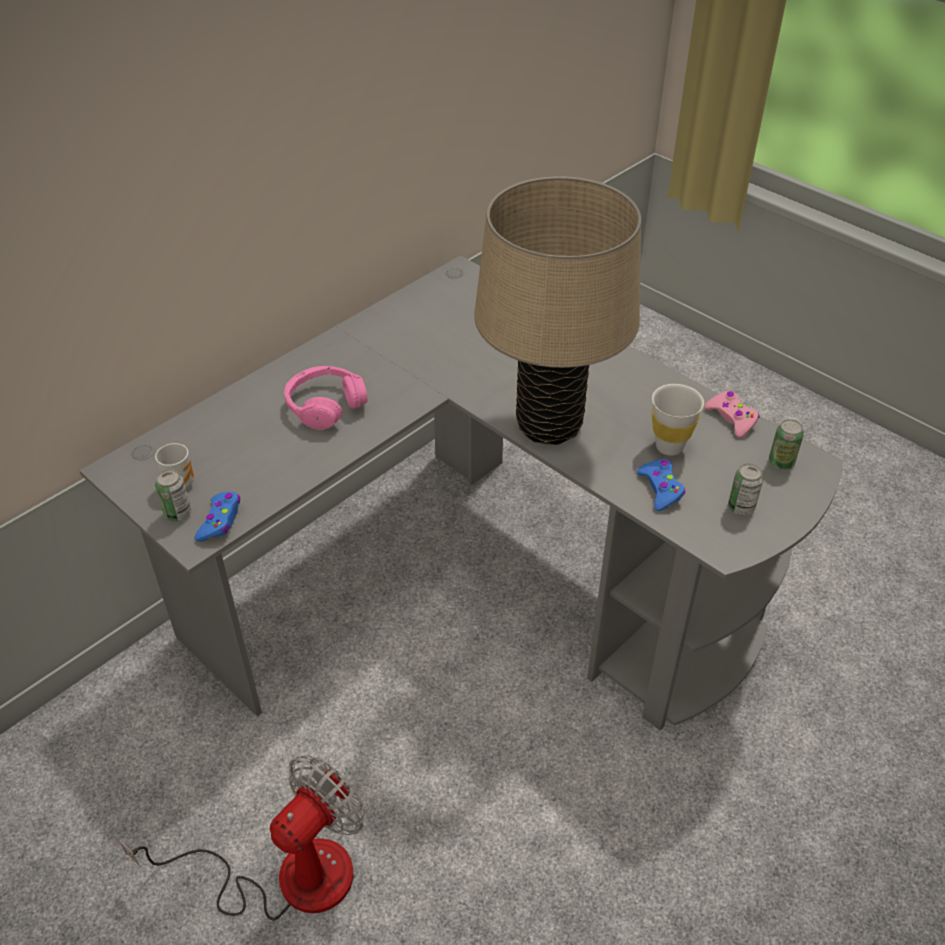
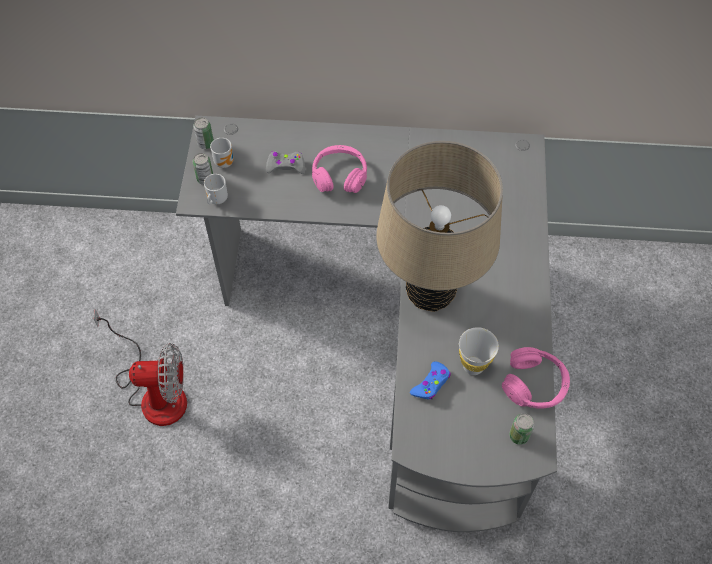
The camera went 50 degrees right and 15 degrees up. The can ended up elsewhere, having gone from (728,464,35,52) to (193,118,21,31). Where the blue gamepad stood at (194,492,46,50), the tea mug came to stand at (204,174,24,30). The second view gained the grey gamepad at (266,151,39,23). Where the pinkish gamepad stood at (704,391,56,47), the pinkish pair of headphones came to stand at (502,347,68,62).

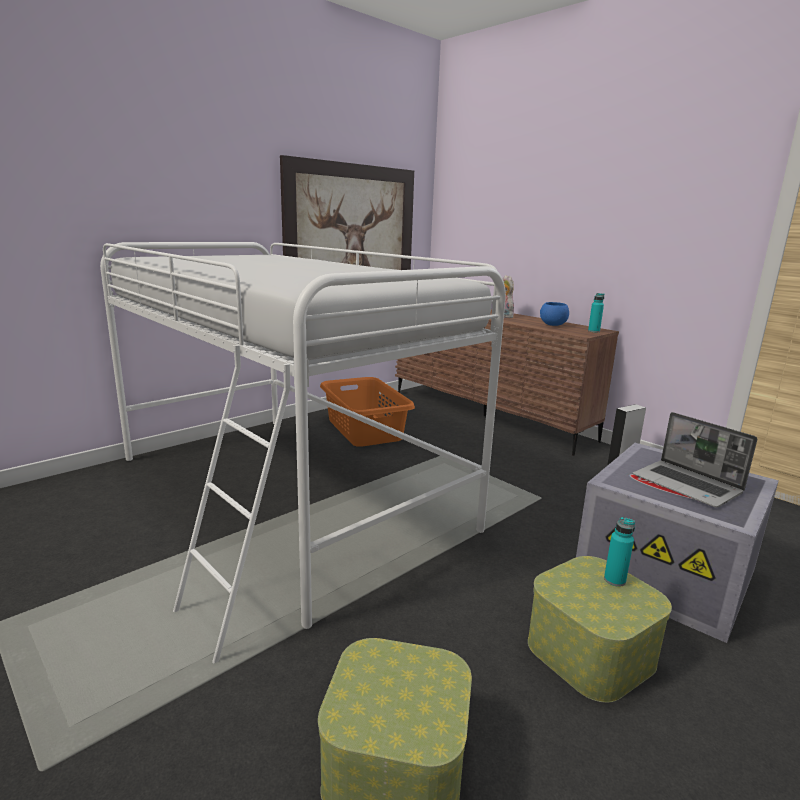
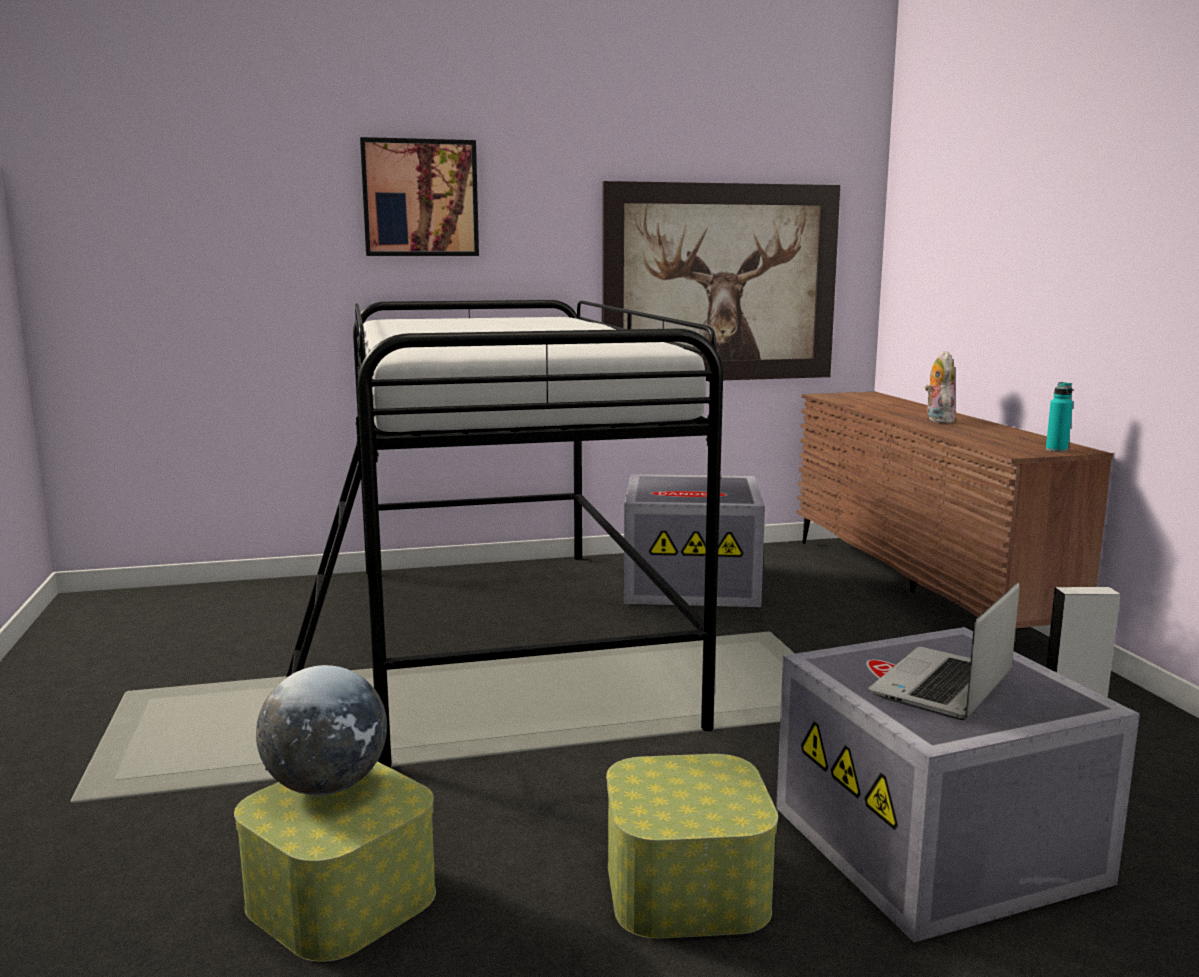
The camera went 30 degrees right and 5 degrees down. The second view gained the globe at (256,665,131,130). What was the whitish bed at (100,242,406,421) turned into the black-coloured bed at (265,300,458,470). The second view gained the picture at (360,137,119,119). Where the orange-coloured washing basket stood at (320,377,95,70), the grey storage box came to stand at (624,474,141,133). The notebook computer at (633,412,124,95) ended up facing another way, 45 degrees clockwise from before. The second view lost the blue serving bowl at (540,302,29,24). The second view lost the blue-green beverage bottle at (604,517,31,70).

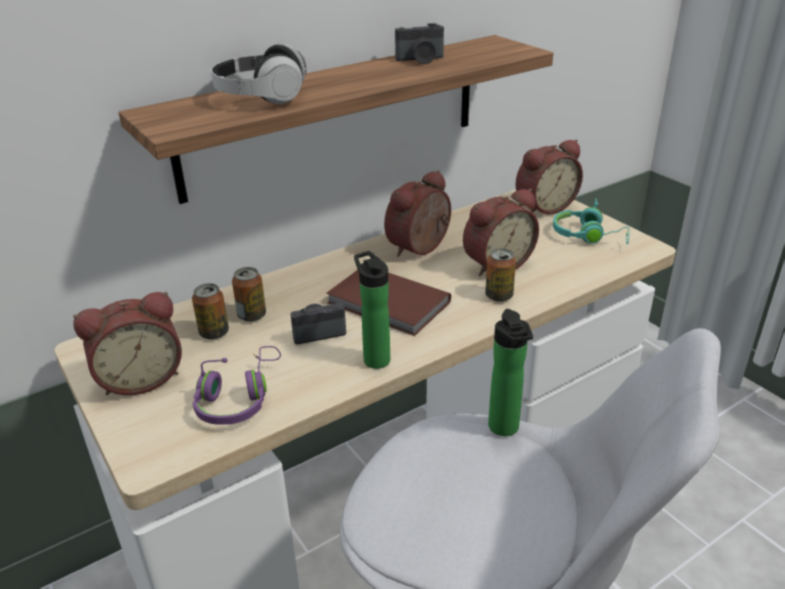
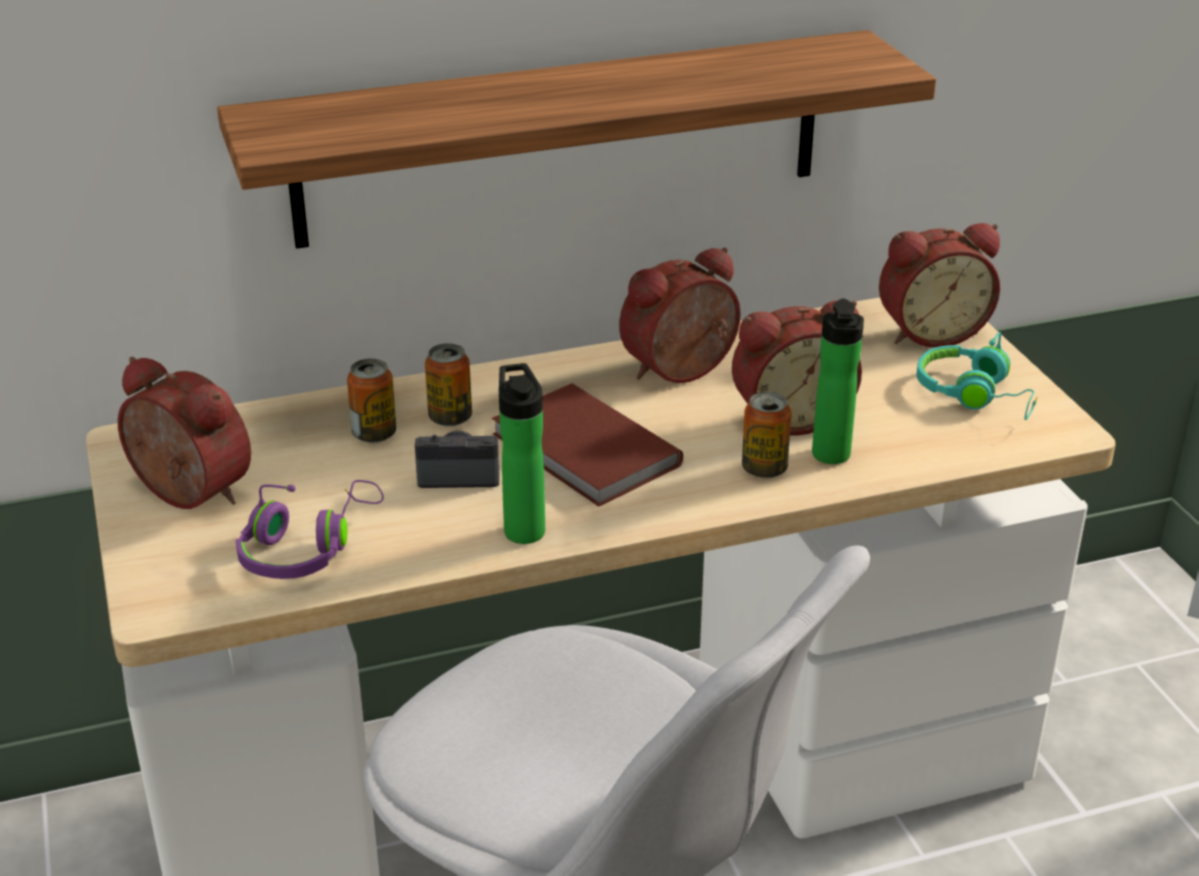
The camera went 15 degrees right and 0 degrees up. The table clock at (73,292,109,103) ended up facing another way, 135 degrees counterclockwise from before. The can ended up elsewhere, having gone from (192,283,37,57) to (425,343,47,84). The beverage bottle ended up elsewhere, having gone from (488,309,45,127) to (812,298,52,166). The second view lost the pair of headphones at (211,44,96,60). The second view lost the still camera at (395,23,49,41).

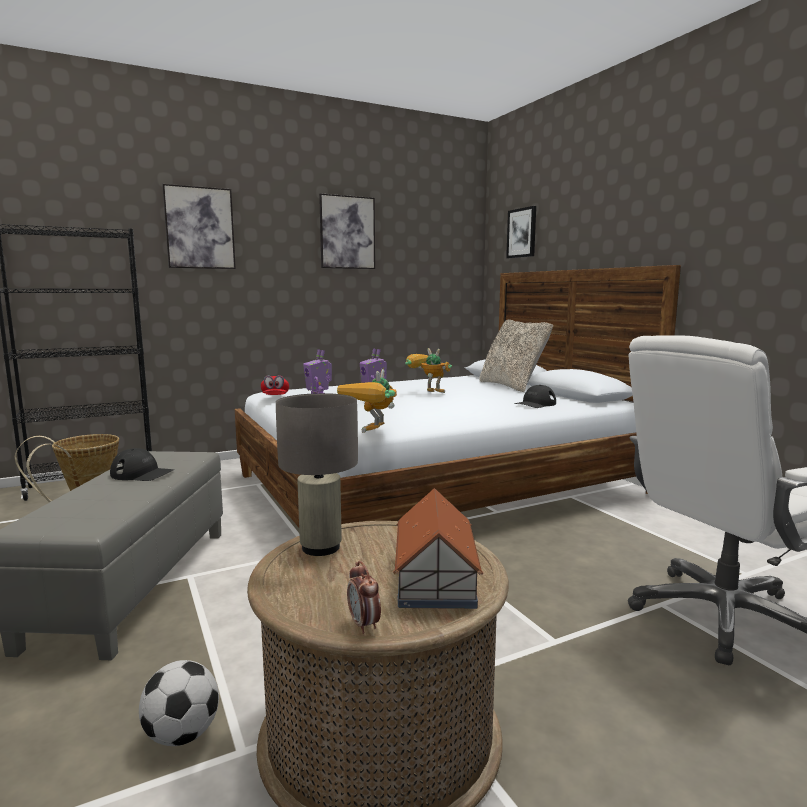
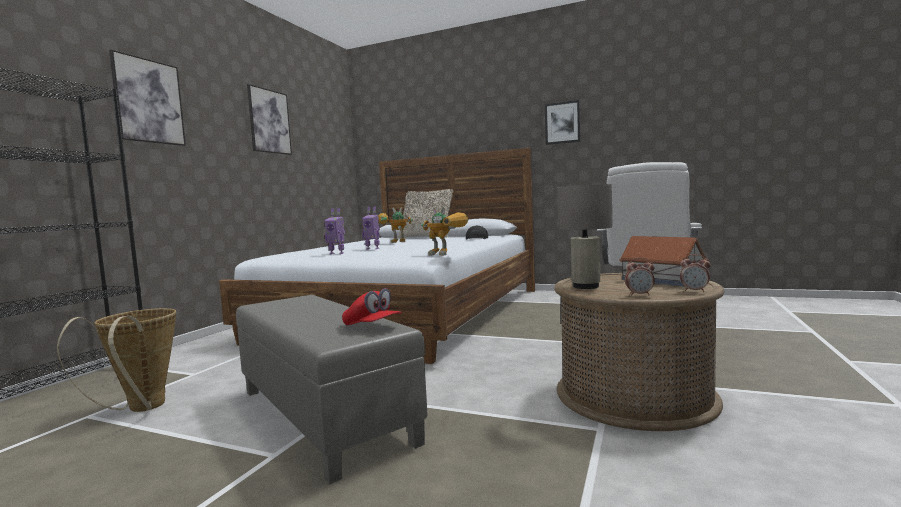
The camera went 40 degrees left and 5 degrees down. The red-coloured cap ended up elsewhere, having gone from (261,375,28,20) to (342,288,60,37). The model robot at (337,369,60,64) ended up facing another way, 45 degrees counterclockwise from before. The picture ended up elsewhere, having gone from (506,206,30,52) to (545,100,36,45). The second view gained the table clock at (625,257,30,39). The second view lost the black-coloured cap at (110,448,64,33). The second view lost the football at (139,660,80,86).

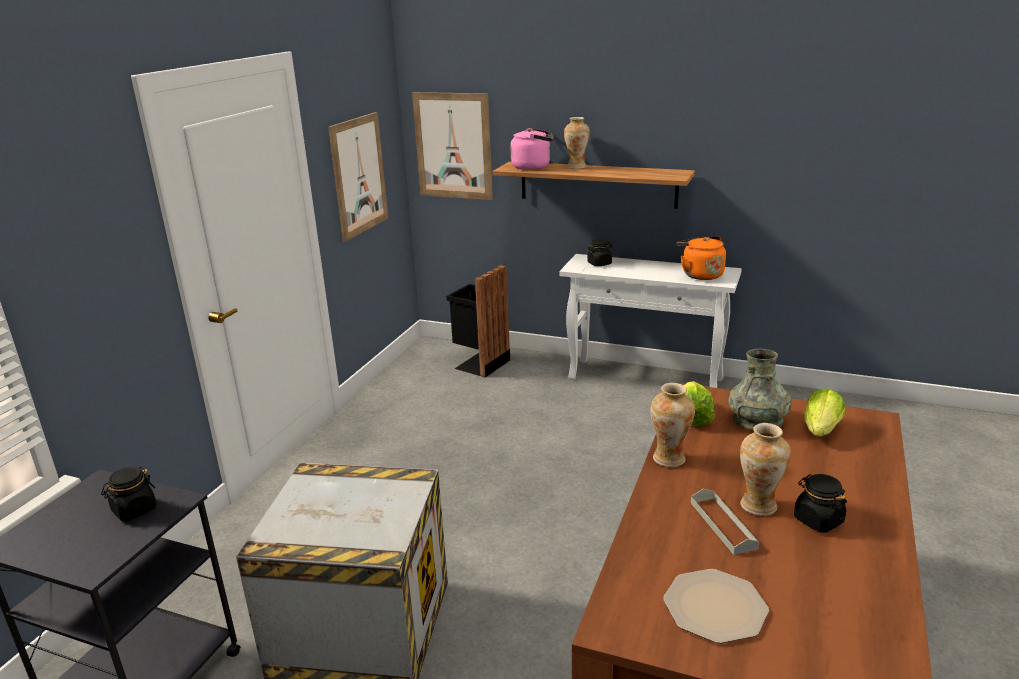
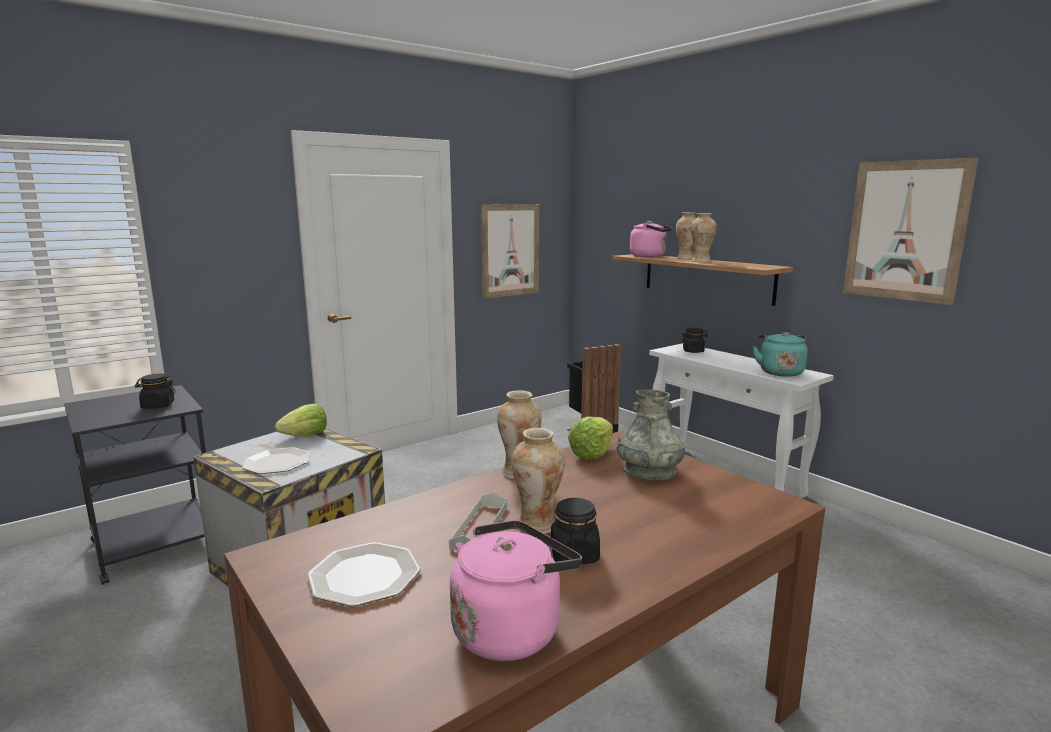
The camera went 30 degrees right and 10 degrees down. The second view gained the plate at (242,447,68,27). The lettuce ended up elsewhere, having gone from (804,388,41,49) to (275,404,52,32). The second view gained the pinkish kettle at (450,520,132,141). The second view gained the vase at (690,213,27,49). What was the orange-coloured kettle at (677,236,49,44) turned into the blue-green kettle at (752,332,56,45). The picture ended up elsewhere, having gone from (412,92,81,108) to (843,158,135,147).

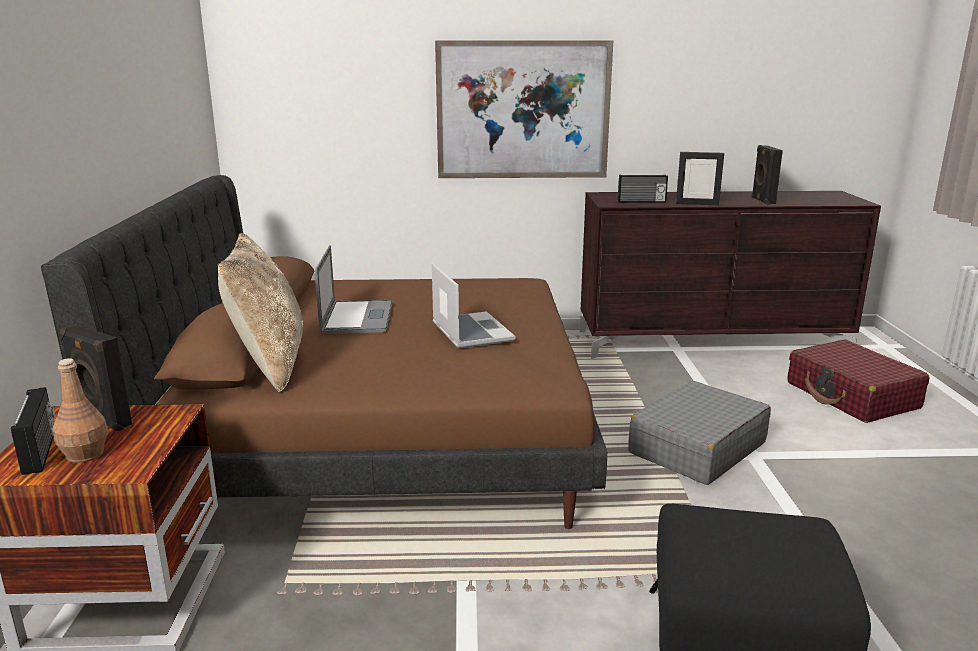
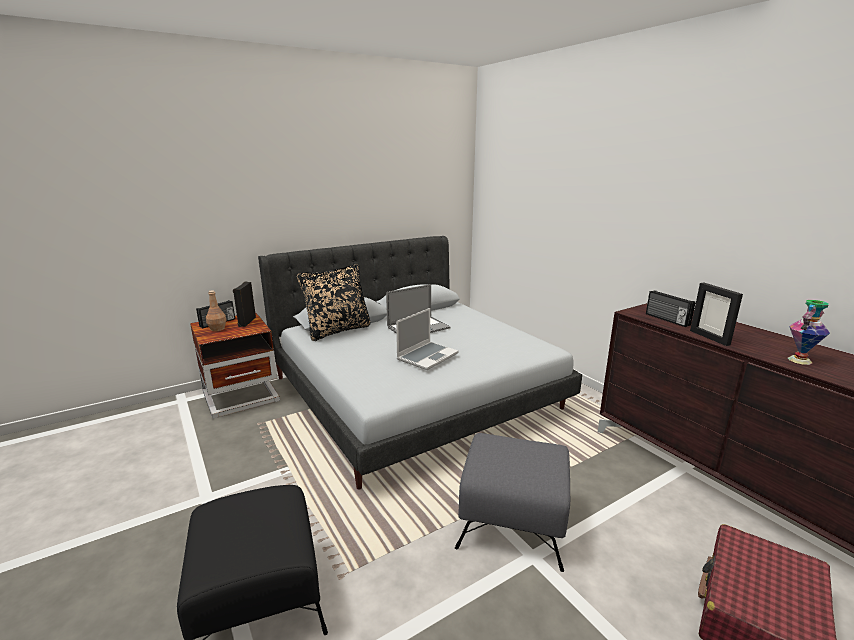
The camera went 60 degrees right and 0 degrees up. What was the brown bed at (41,175,566,354) turned into the grey bed at (258,236,324,253). What was the beige-coloured pillow at (218,233,85,159) turned into the black-coloured pillow at (296,264,74,77). Where the grey travel case stood at (628,381,143,104), the grey pouffe came to stand at (455,433,115,139). Where the black-coloured speaker stood at (752,145,31,60), the vase came to stand at (788,300,42,65). The second view lost the picture at (435,40,178,138).

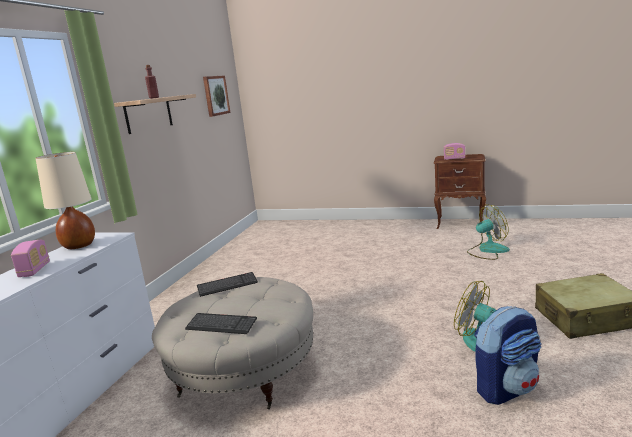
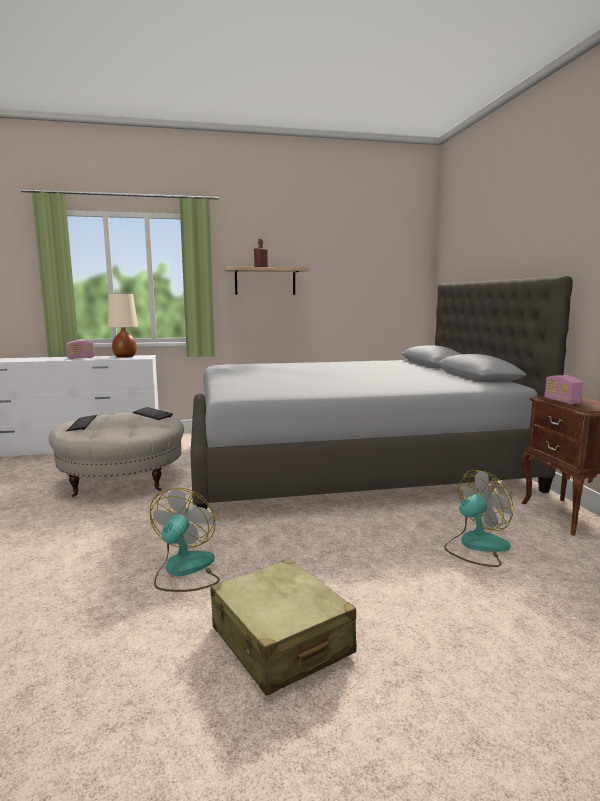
The camera went 60 degrees right and 5 degrees down. The second view gained the grey bed at (190,276,383,233). The fan at (467,205,43,55) ended up facing another way, 75 degrees counterclockwise from before. The second view lost the picture at (203,75,27,42). The second view lost the backpack at (474,306,67,99).

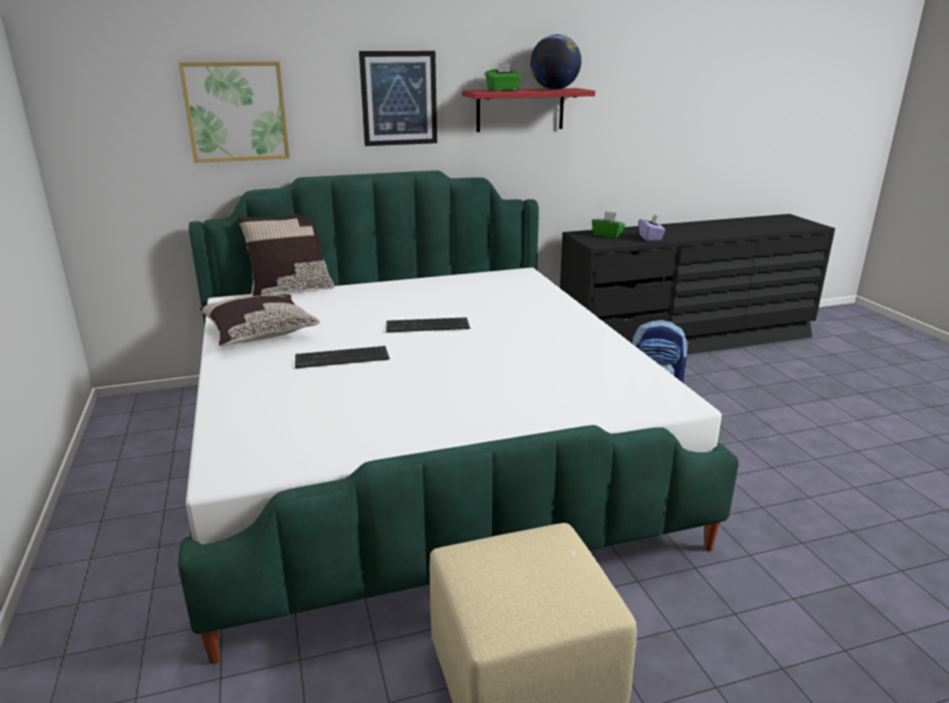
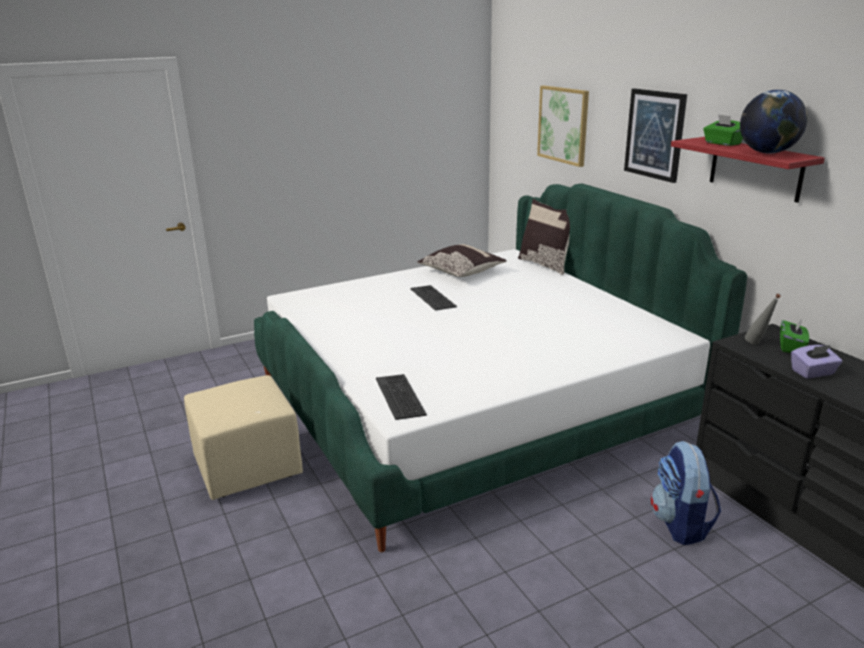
The camera went 80 degrees right and 0 degrees up. The keyboard ended up elsewhere, having gone from (386,317,84,16) to (376,374,51,46). The second view gained the grey beverage bottle at (745,294,36,50).

